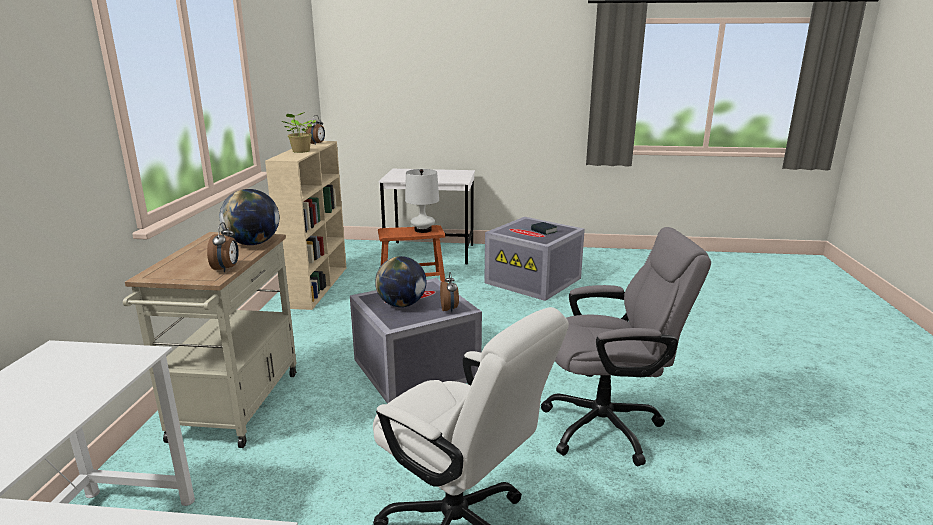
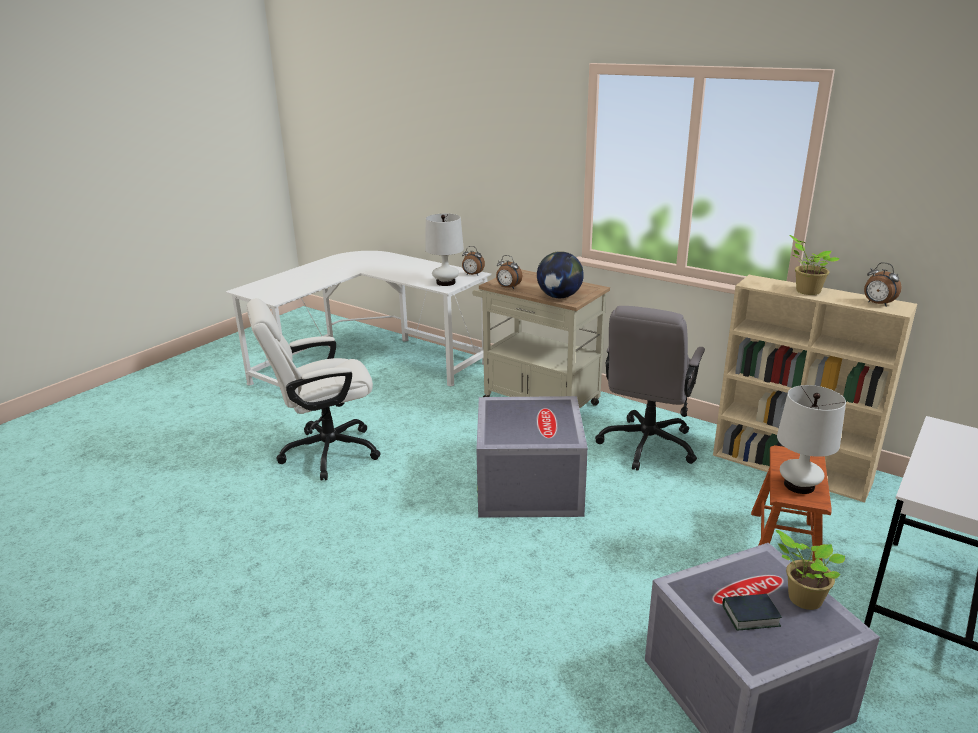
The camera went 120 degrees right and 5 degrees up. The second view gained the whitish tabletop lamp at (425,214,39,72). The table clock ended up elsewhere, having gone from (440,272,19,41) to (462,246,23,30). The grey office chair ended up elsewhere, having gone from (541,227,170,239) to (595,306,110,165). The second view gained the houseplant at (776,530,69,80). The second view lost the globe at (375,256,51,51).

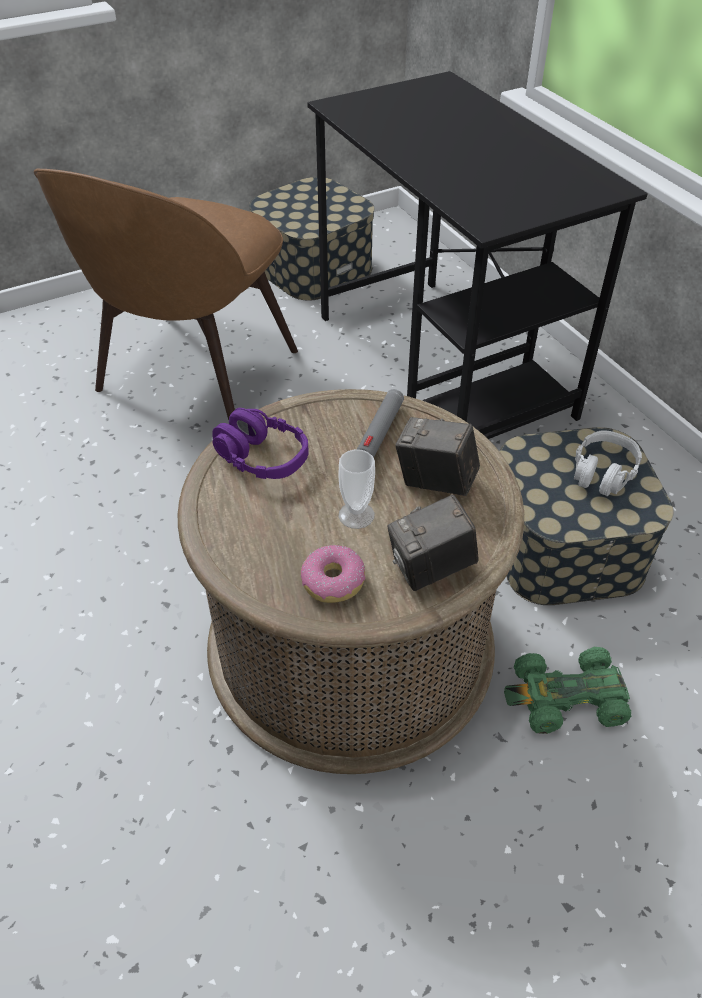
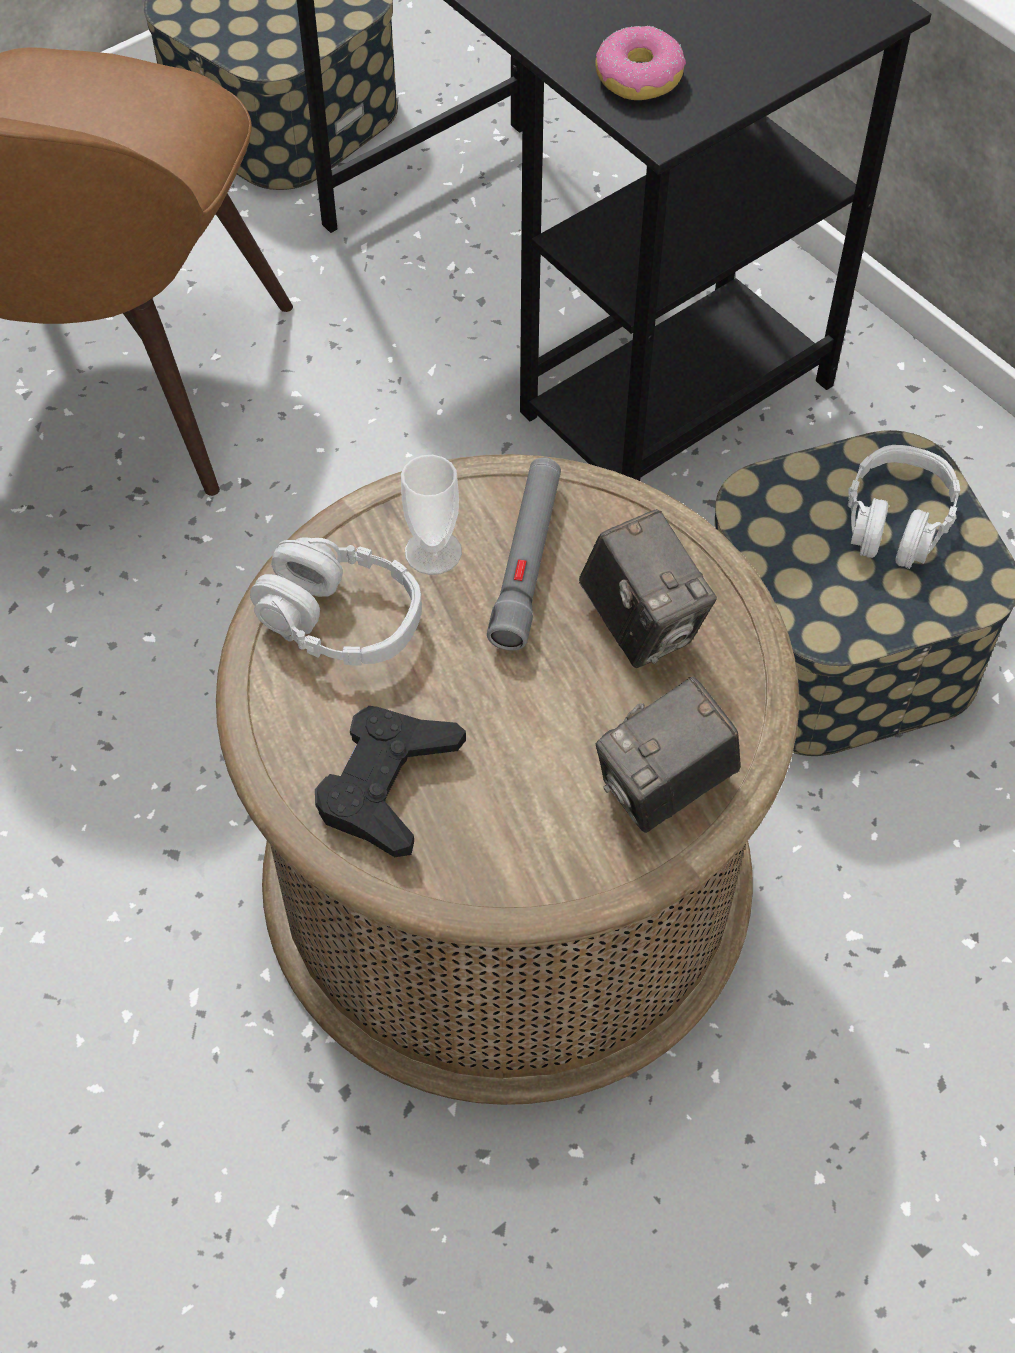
The camera went 10 degrees left and 10 degrees up. What was the purple-coloured pair of headphones at (212,408,97,71) turned into the grey pair of headphones at (250,537,172,129). The second view gained the black-coloured gamepad at (315,706,151,151). The drinking cup ended up elsewhere, having gone from (338,449,37,80) to (401,455,61,120). The still camera at (396,417,84,79) ended up facing another way, 135 degrees counterclockwise from before. The donut ended up elsewhere, having gone from (301,545,64,58) to (595,26,91,74). The second view lost the green-coloured miniature car at (504,647,127,87).

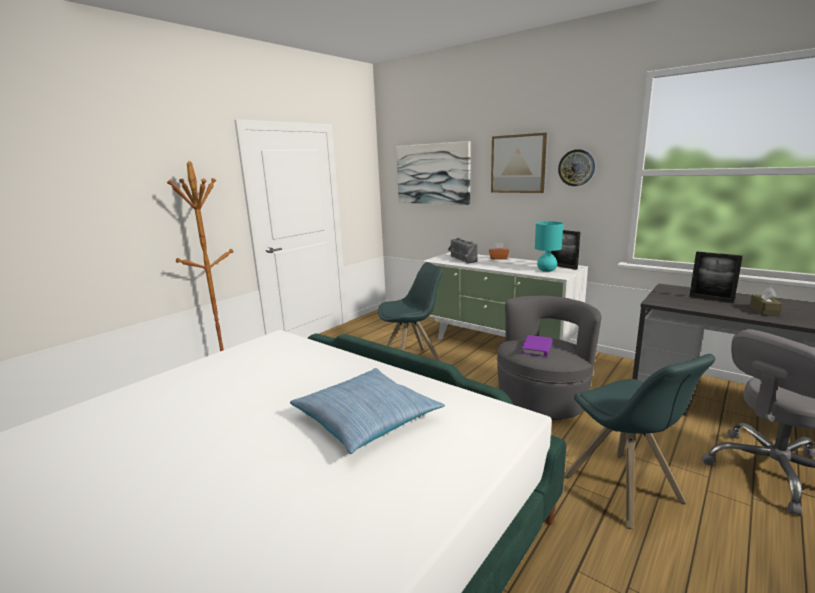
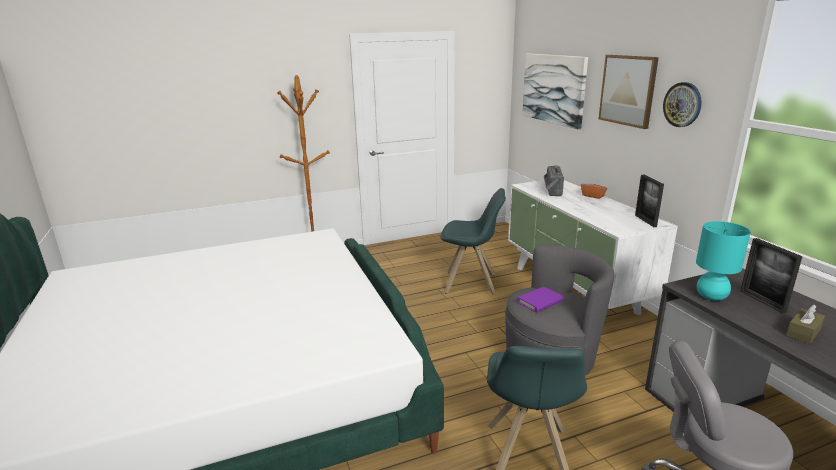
The camera went 30 degrees right and 5 degrees up. The blue-green tabletop lamp ended up elsewhere, having gone from (535,221,28,51) to (696,221,55,80). The second view lost the pillow at (290,368,155,86).

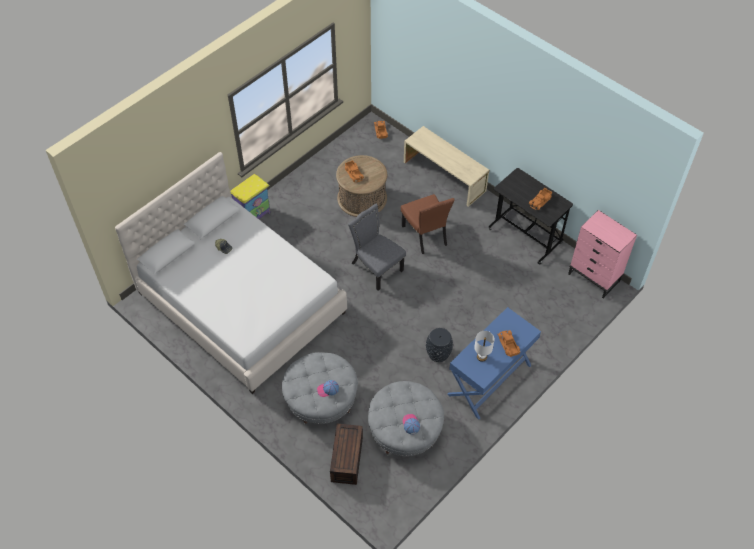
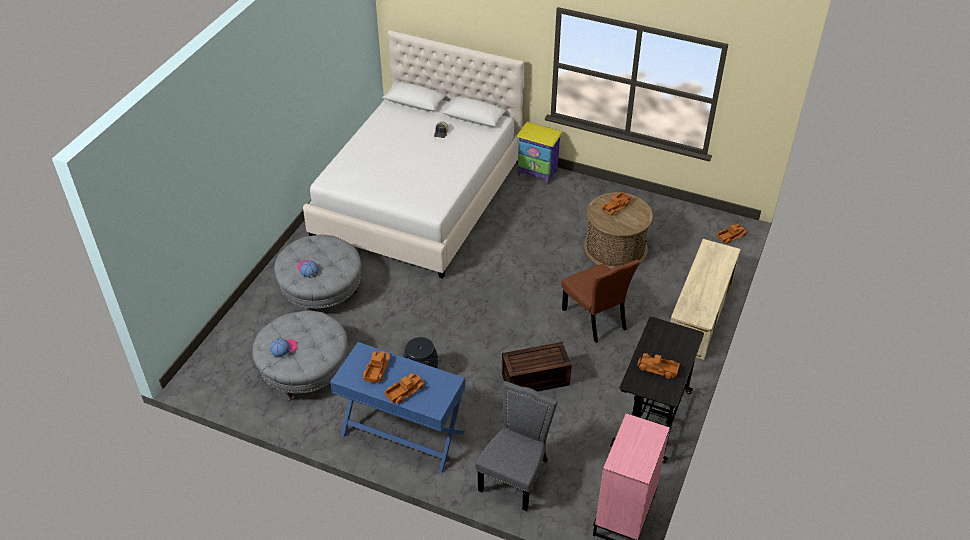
The camera went 70 degrees right and 10 degrees down. Where the whitish tabletop lamp stood at (474,331,21,31), the toy truck came to stand at (363,351,28,32). The grey chair ended up elsewhere, having gone from (348,204,58,86) to (475,381,83,130). The brown storage box ended up elsewhere, having gone from (330,424,33,61) to (502,342,70,49). The brown chair at (401,194,54,60) ended up facing another way, 75 degrees counterclockwise from before.

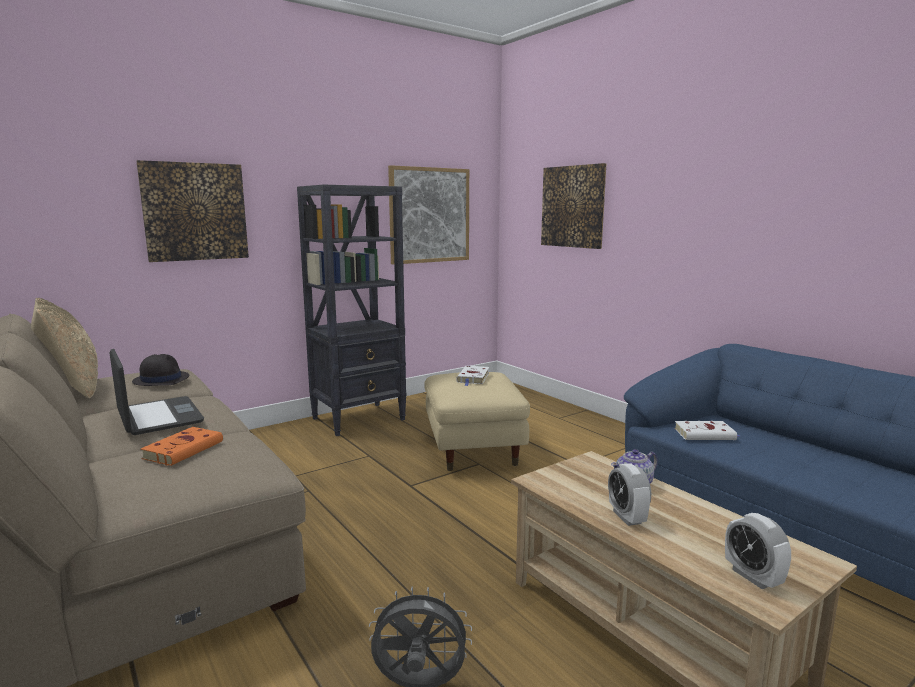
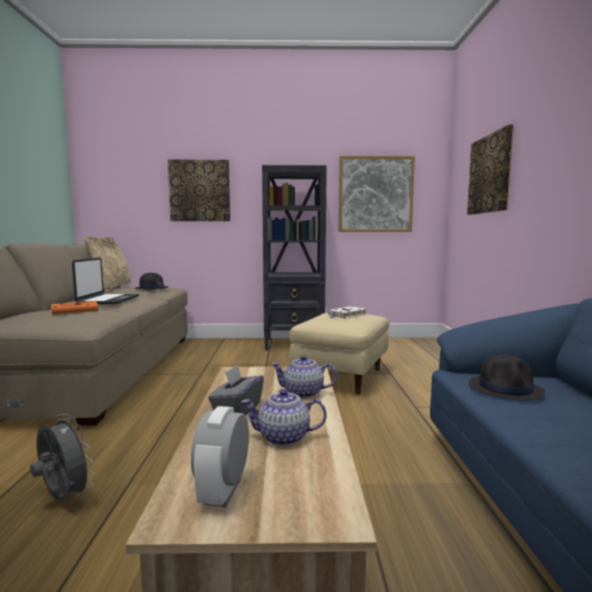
The camera went 35 degrees right and 5 degrees down. Where the table clock stood at (608,463,43,63), the grey box of tissues came to stand at (208,365,56,51). The second view gained the teapot at (241,389,86,57). Where the whitish volume stood at (674,421,67,19), the black-coloured wearable hat came to stand at (469,355,76,45).

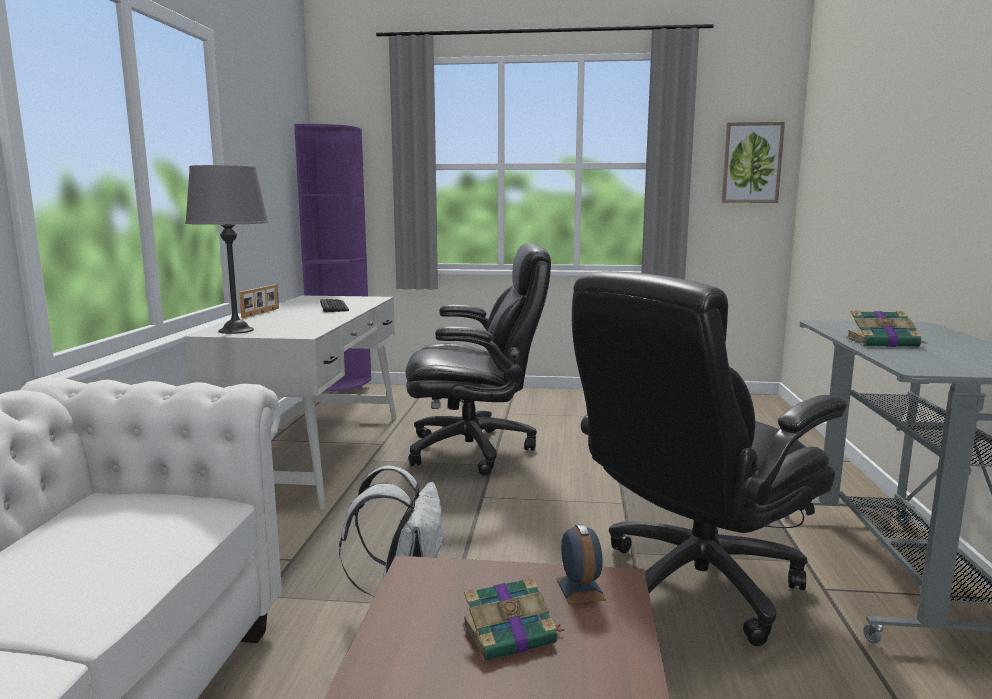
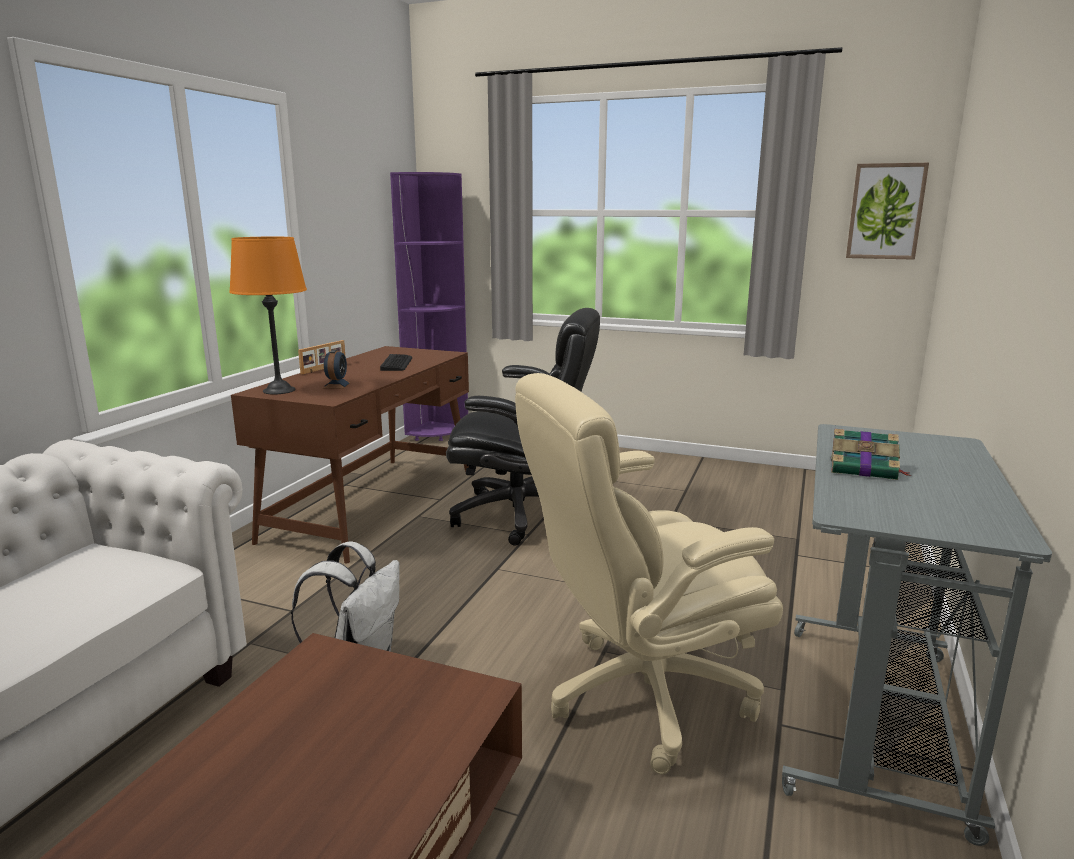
The camera went 15 degrees right and 5 degrees up. What was the grey tabletop lamp at (185,165,83,169) turned into the orange-coloured tabletop lamp at (229,237,78,157). What was the whitish desk at (184,296,213,214) turned into the brown desk at (231,346,238,217). The table clock ended up elsewhere, having gone from (556,524,50,81) to (323,349,28,40). What was the black-coloured office chair at (572,271,274,375) turned into the beige-coloured office chair at (515,373,268,402). The second view lost the volume at (462,577,103,84).

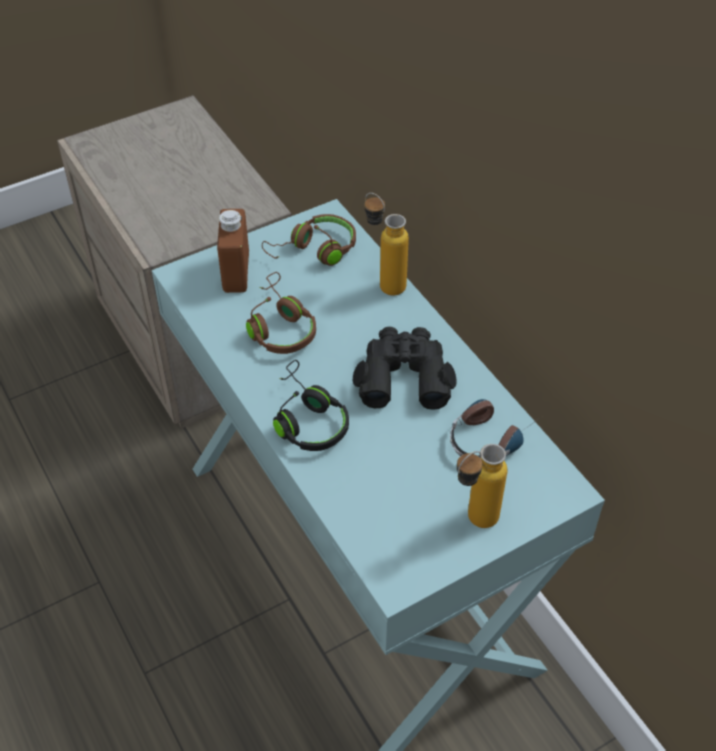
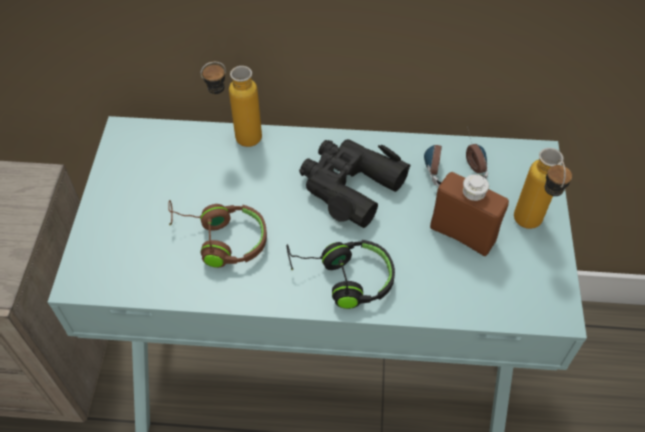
The camera went 55 degrees left and 5 degrees up. The brown beverage bottle ended up elsewhere, having gone from (217,209,32,84) to (430,172,79,84). The second view lost the brown pair of headphones at (262,214,94,52).

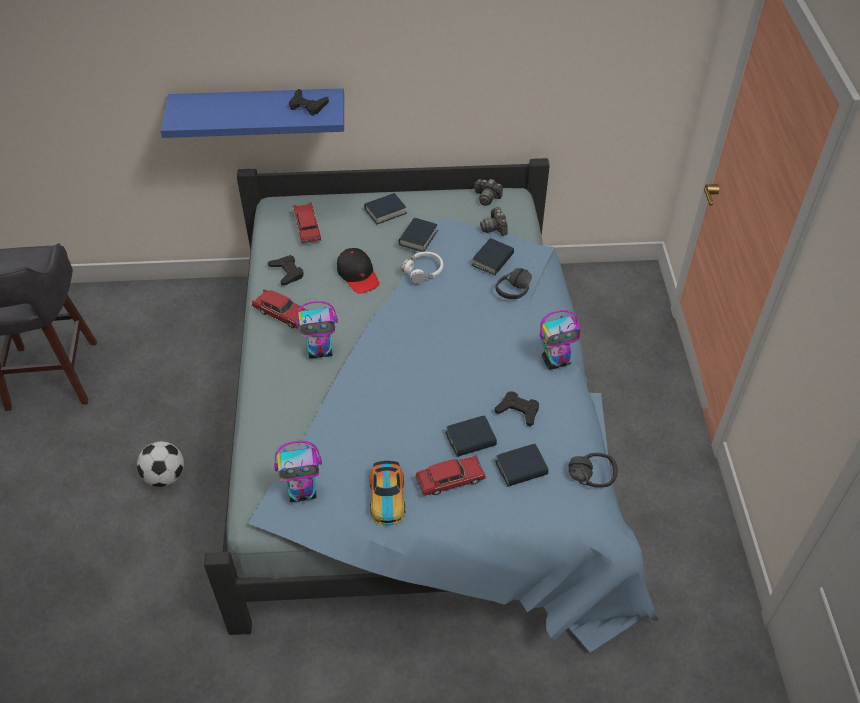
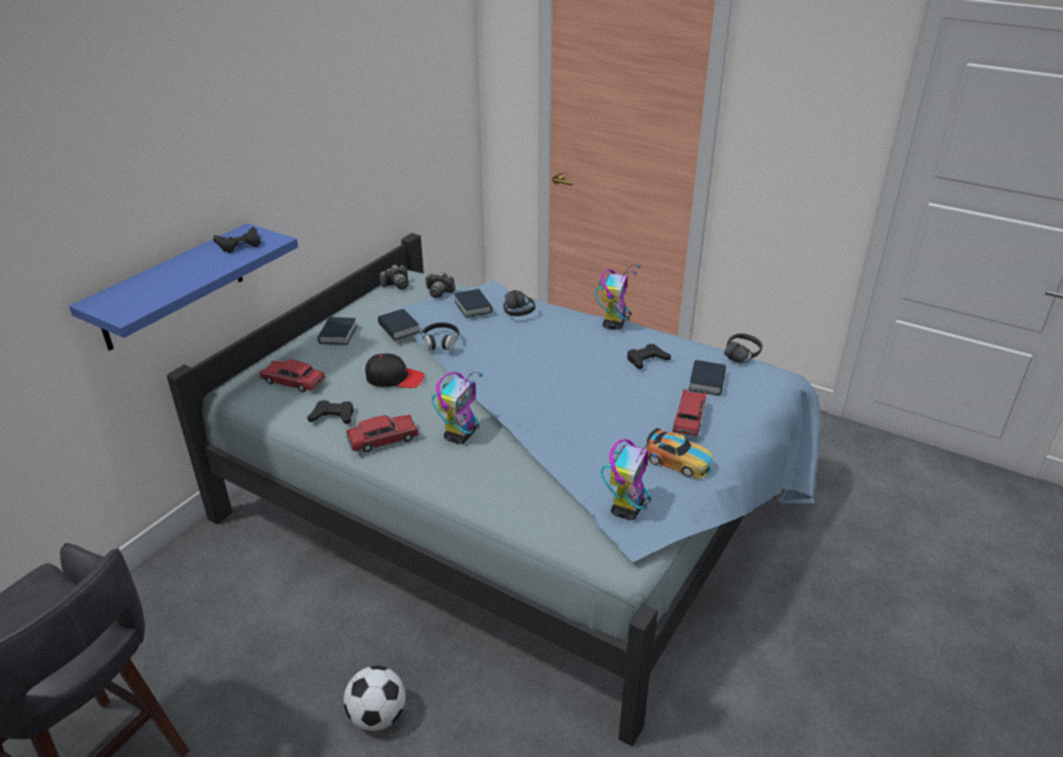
The camera went 55 degrees left and 15 degrees down. What was the whitish pair of headphones at (401,252,42,32) turned into the black-coloured pair of headphones at (422,322,37,28). The second view lost the volume at (445,415,52,42).

